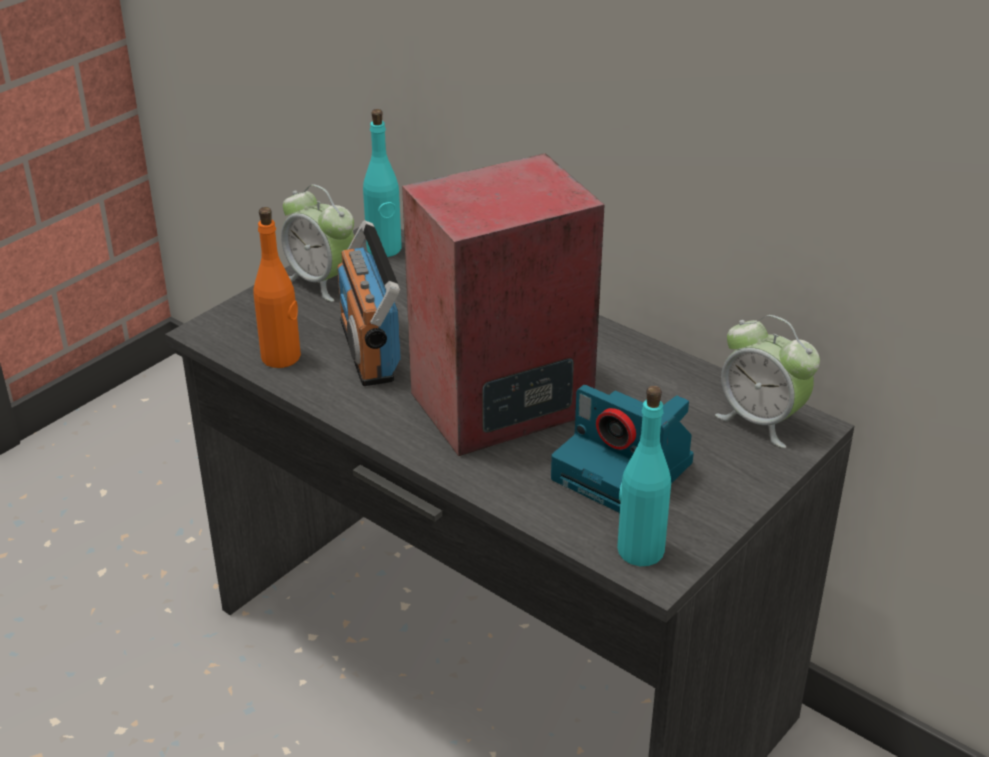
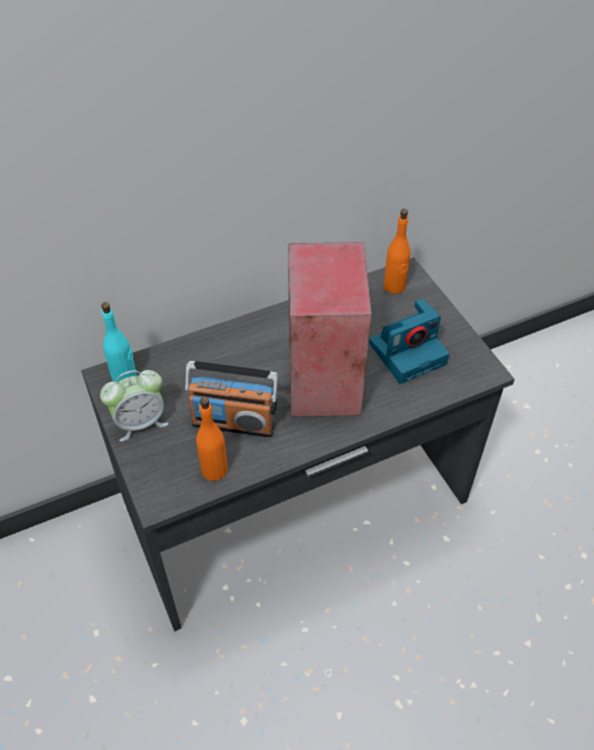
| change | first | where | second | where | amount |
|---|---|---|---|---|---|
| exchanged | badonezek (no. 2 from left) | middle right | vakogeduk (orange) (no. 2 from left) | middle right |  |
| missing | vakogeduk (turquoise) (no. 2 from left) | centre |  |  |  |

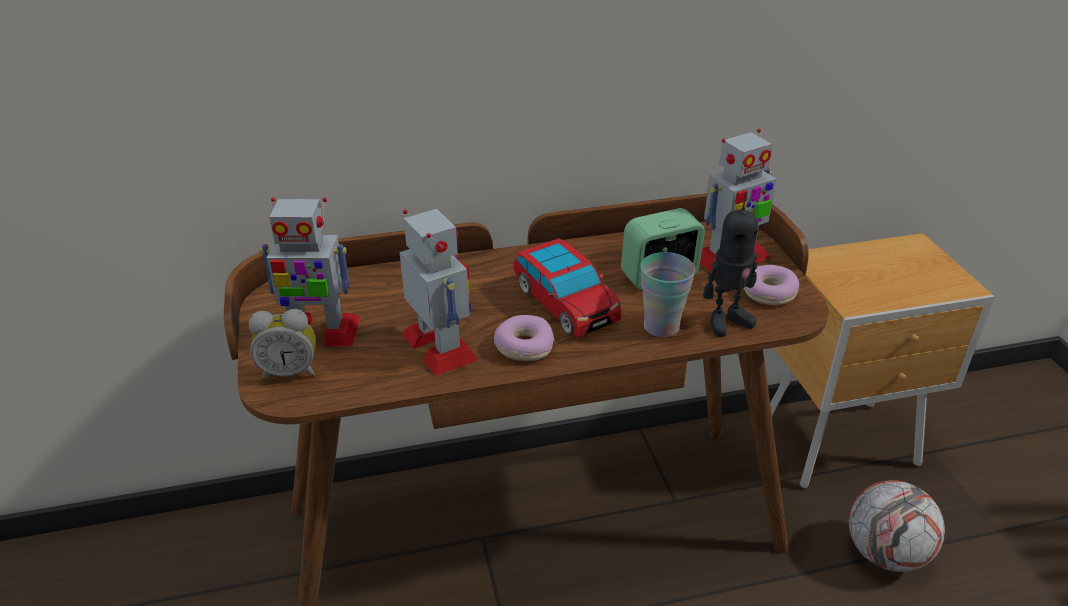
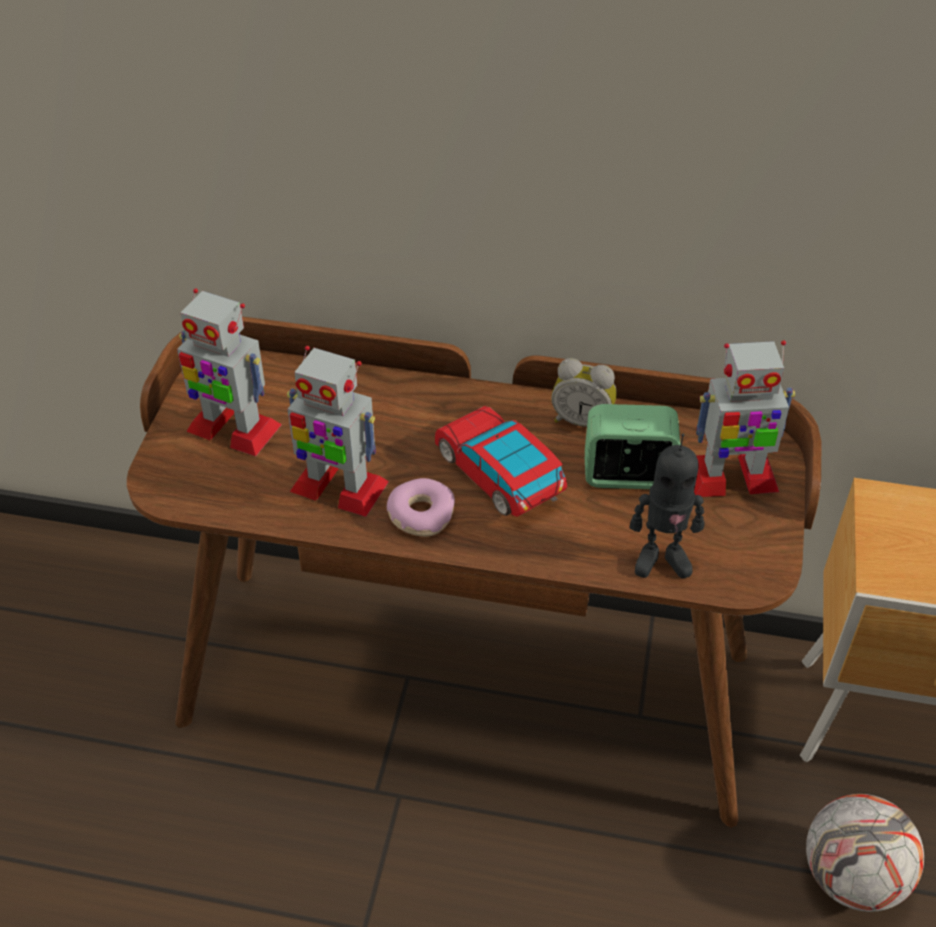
| change | first | where | second | where | amount |
|---|---|---|---|---|---|
| spun | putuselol (no. 2 from left) | centre |  | centre | 120 degrees clockwise |
| spun | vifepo | centre |  | centre | 150 degrees clockwise |
| relocated | badonezek (no. 1 from left) | middle left |  | centre |  |
| missing | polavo | centre |  |  |  |
| missing | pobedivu (no. 2 from left) | middle right |  |  |  |

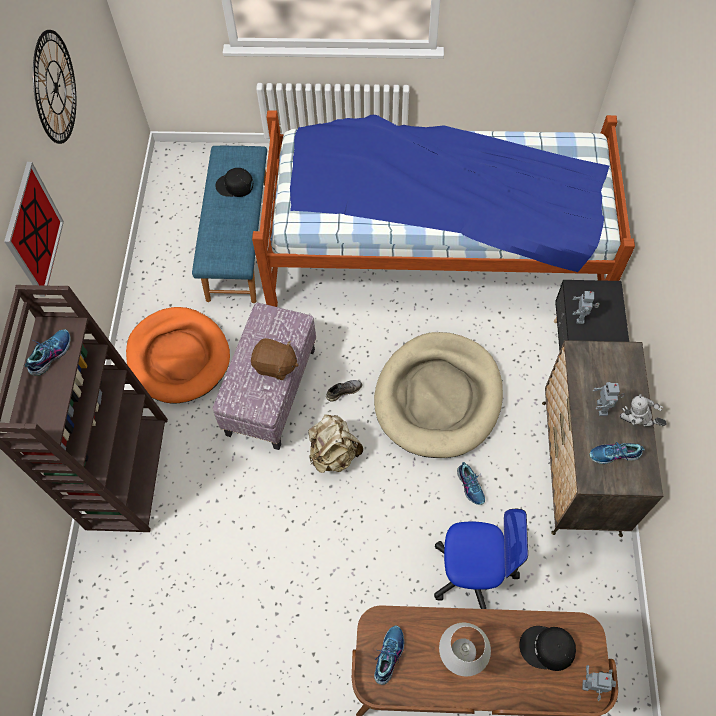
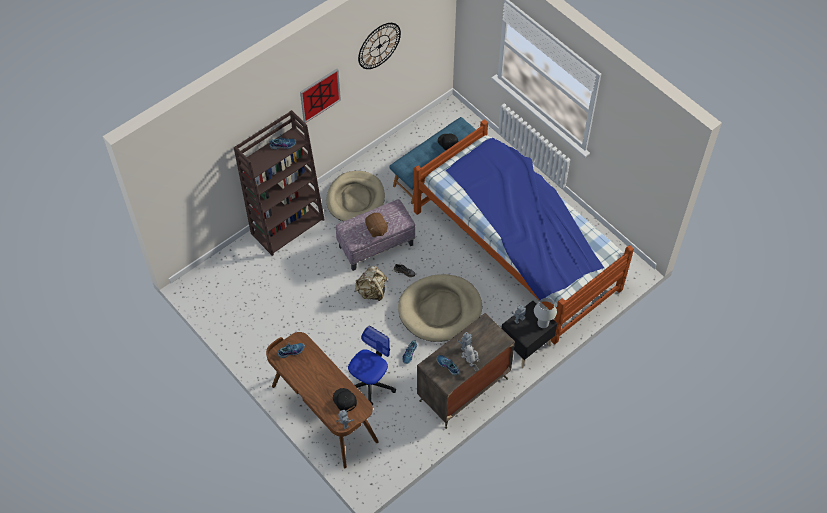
| change | first | where | second | where | amount |
|---|---|---|---|---|---|
| colour | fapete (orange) | middle left | fapete (beige) (no. 1 from left) | centre |  |
| spun | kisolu | bottom right |  | bottom centre | 105 degrees counterclockwise |
| relocated | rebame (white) | bottom centre |  | centre |  |

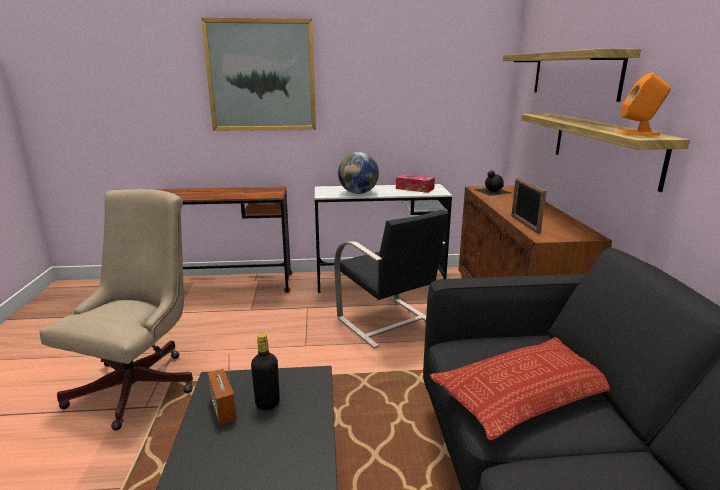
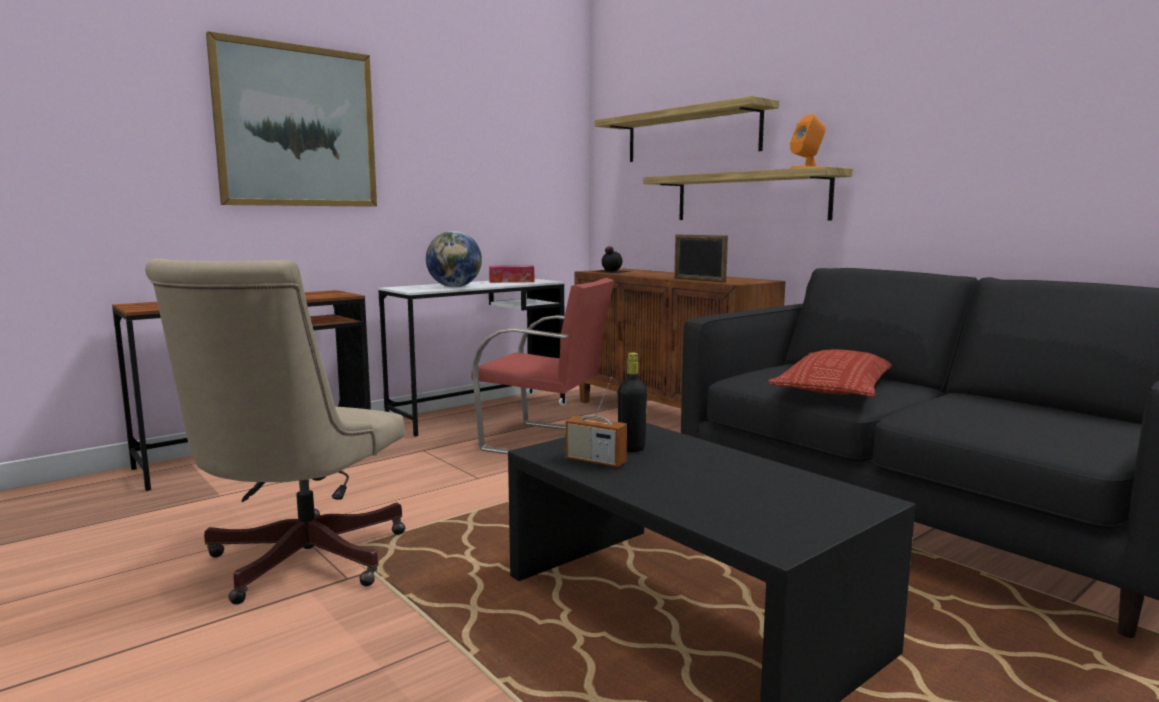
| change | first | where | second | where | amount |
|---|---|---|---|---|---|
| spun | kisolu (beige) | middle left |  | middle left | 150 degrees counterclockwise |
| colour | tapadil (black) | centre | tapadil (red) | centre |  |

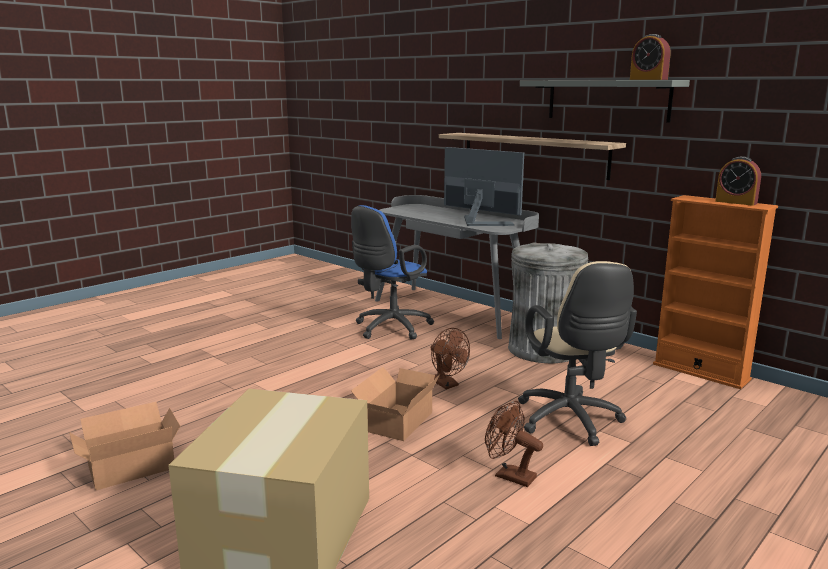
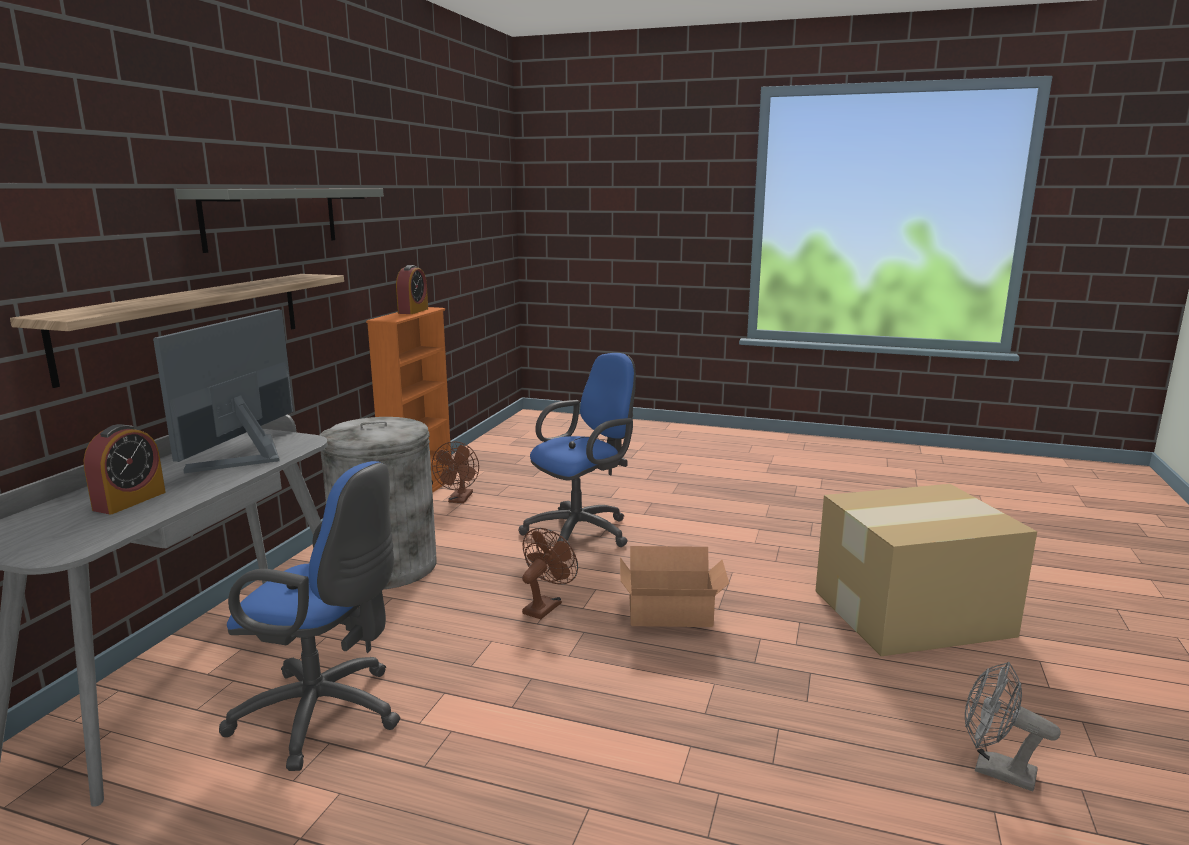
| change | first | where | second | where | amount |
|---|---|---|---|---|---|
| relocated | badonezek (no. 1 from left) | top right |  | middle left |  |
| relocated | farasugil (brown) (no. 2 from left in the first image) | bottom centre | farasugil (brown) (no. 1 from left) | centre |  |
| colour | kisolu (beige) | middle right | kisolu (blue) (no. 2 from left) | centre |  |
| exchanged | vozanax (no. 1 from left) | bottom left | farasugil (grey) | bottom right |  |

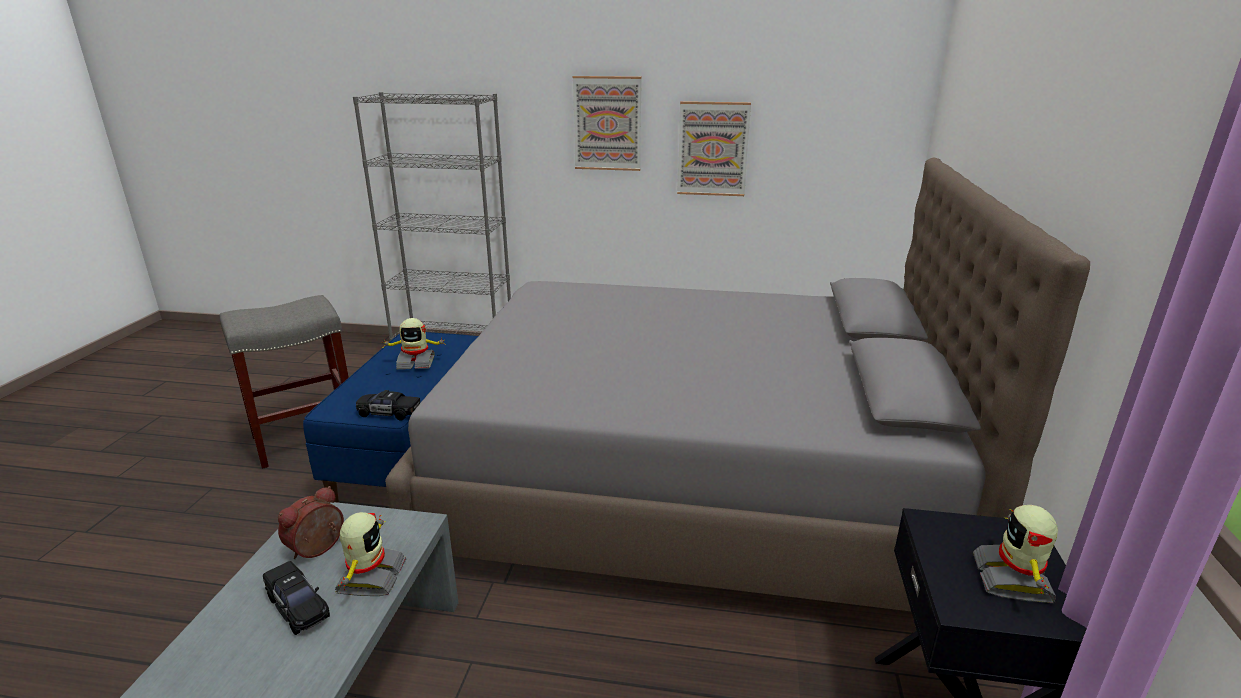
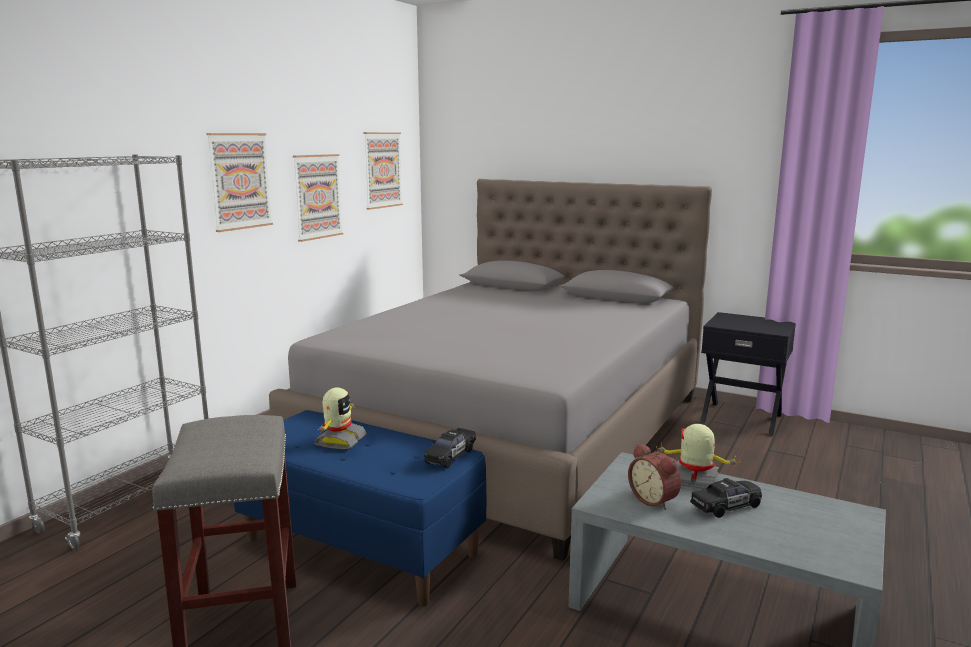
| change | first | where | second | where | amount |
|---|---|---|---|---|---|
| appeared |  |  | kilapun (no. 3 from left) | top centre |  |
| missing | putuselol (no. 3 from left) | bottom right |  |  |  |

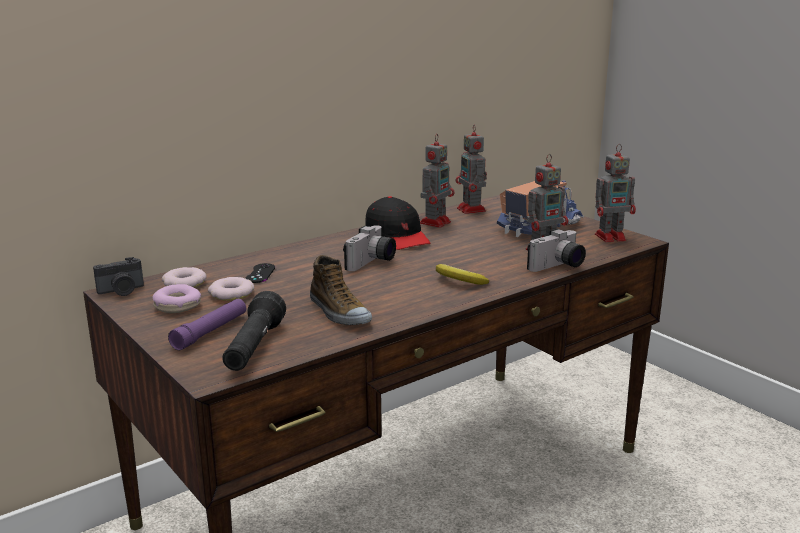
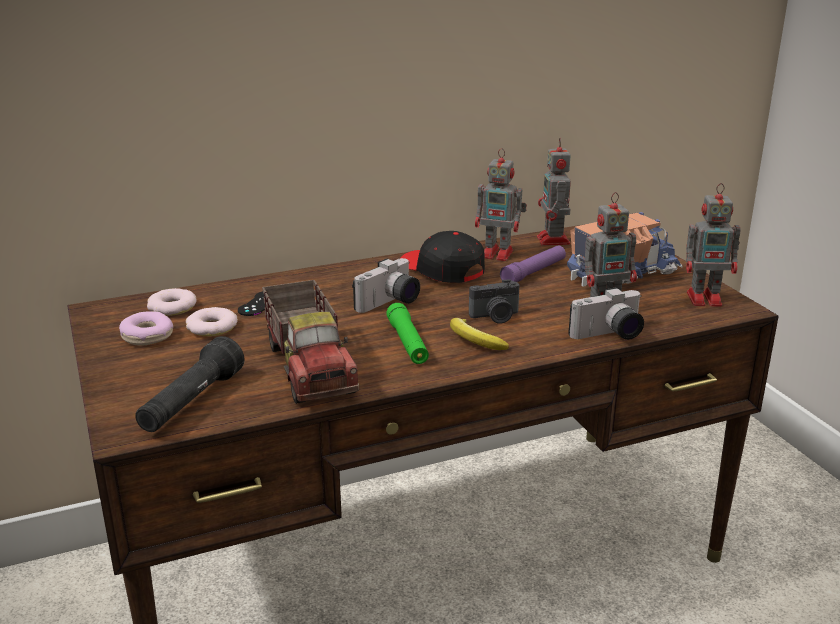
| change | first | where | second | where | amount |
|---|---|---|---|---|---|
| exchanged | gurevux | centre | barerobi (no. 1 from left) | centre |  |
| appeared |  |  | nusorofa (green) | centre |  |
| spun | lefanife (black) | centre |  | centre | 150 degrees clockwise |
| relocated | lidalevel (no. 1 from left in the first image) | middle left | lidalevel (no. 2 from left) | centre |  |
| spun | putuselol (no. 1 from left) | centre |  | top centre | 60 degrees clockwise |
| relocated | nusorofa (purple) | middle left |  | centre |  |

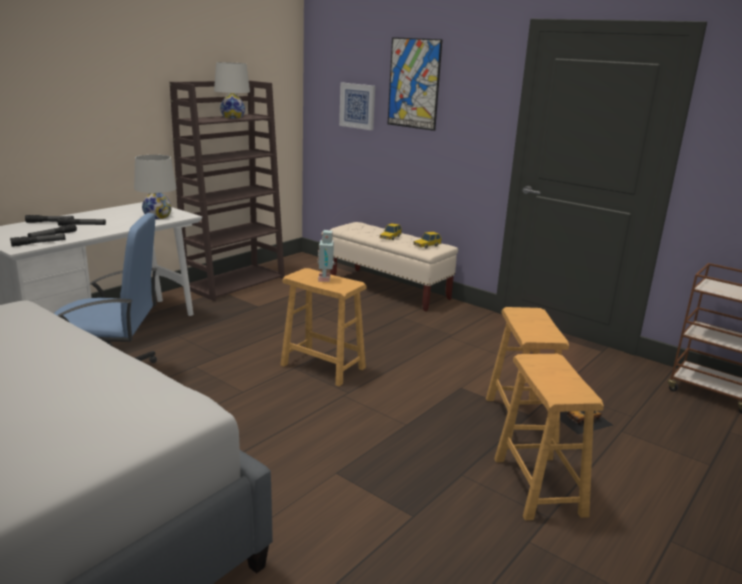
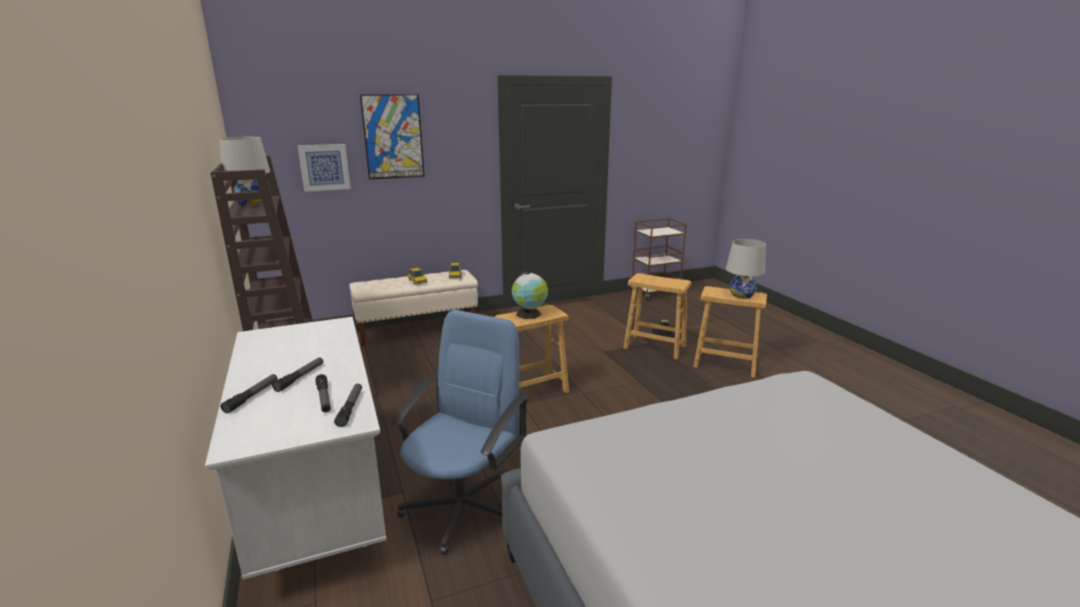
| change | first | where | second | where | amount |
|---|---|---|---|---|---|
| exchanged | putuselol | centre | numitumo | centre |  |
| relocated | rebame (white) (no. 1 from left in the first image) | top left | rebame (white) (no. 2 from left) | middle right |  |

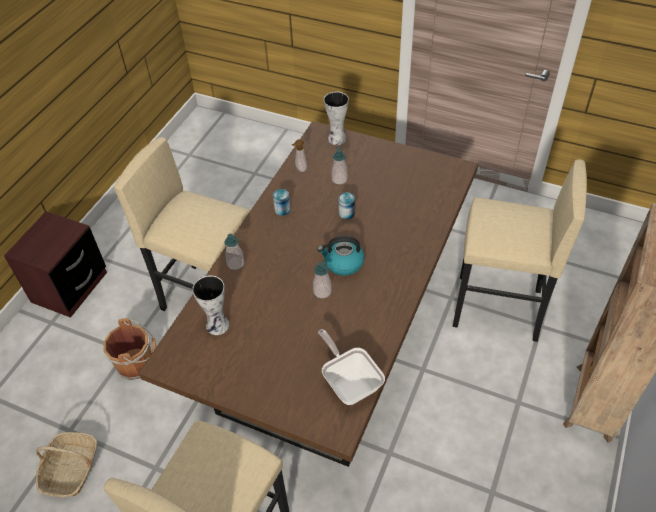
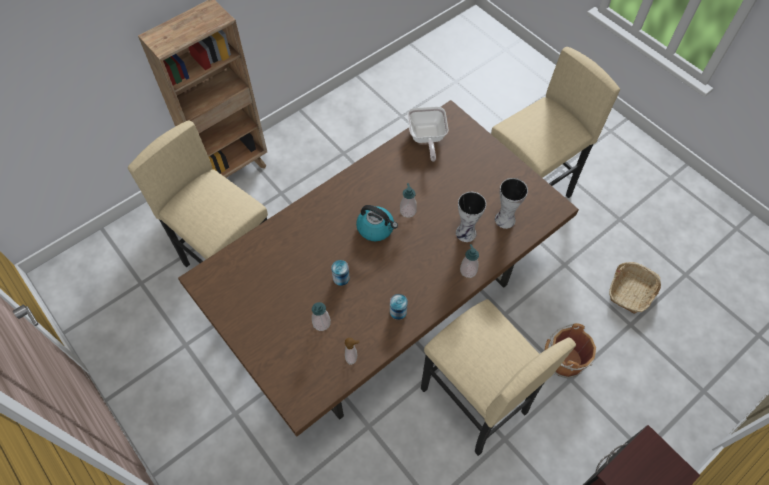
| change | first | where | second | where | amount |
|---|---|---|---|---|---|
| relocated | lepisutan (no. 2 from left in the first image) | top centre | lepisutan (no. 1 from left) | centre |  |

